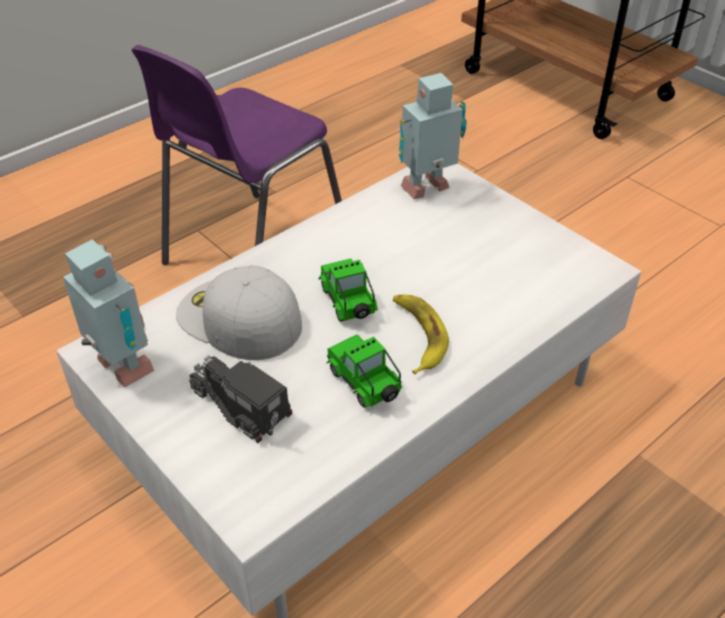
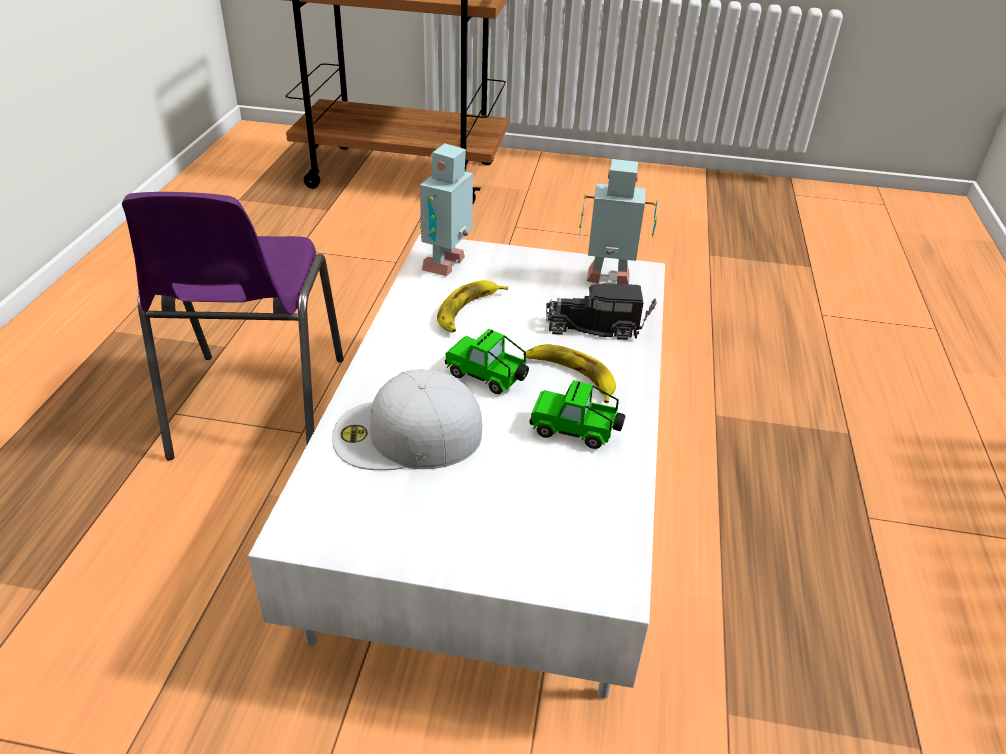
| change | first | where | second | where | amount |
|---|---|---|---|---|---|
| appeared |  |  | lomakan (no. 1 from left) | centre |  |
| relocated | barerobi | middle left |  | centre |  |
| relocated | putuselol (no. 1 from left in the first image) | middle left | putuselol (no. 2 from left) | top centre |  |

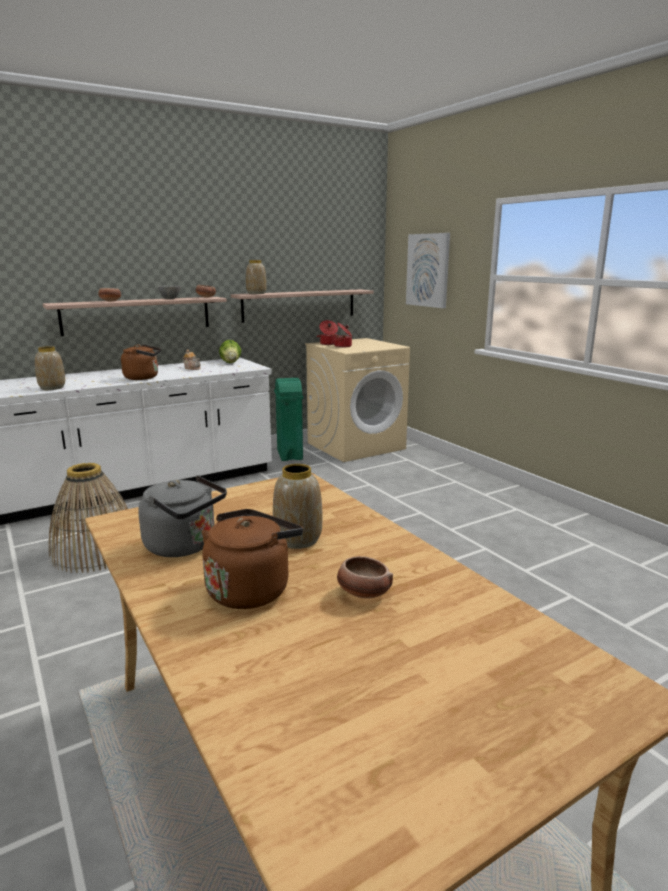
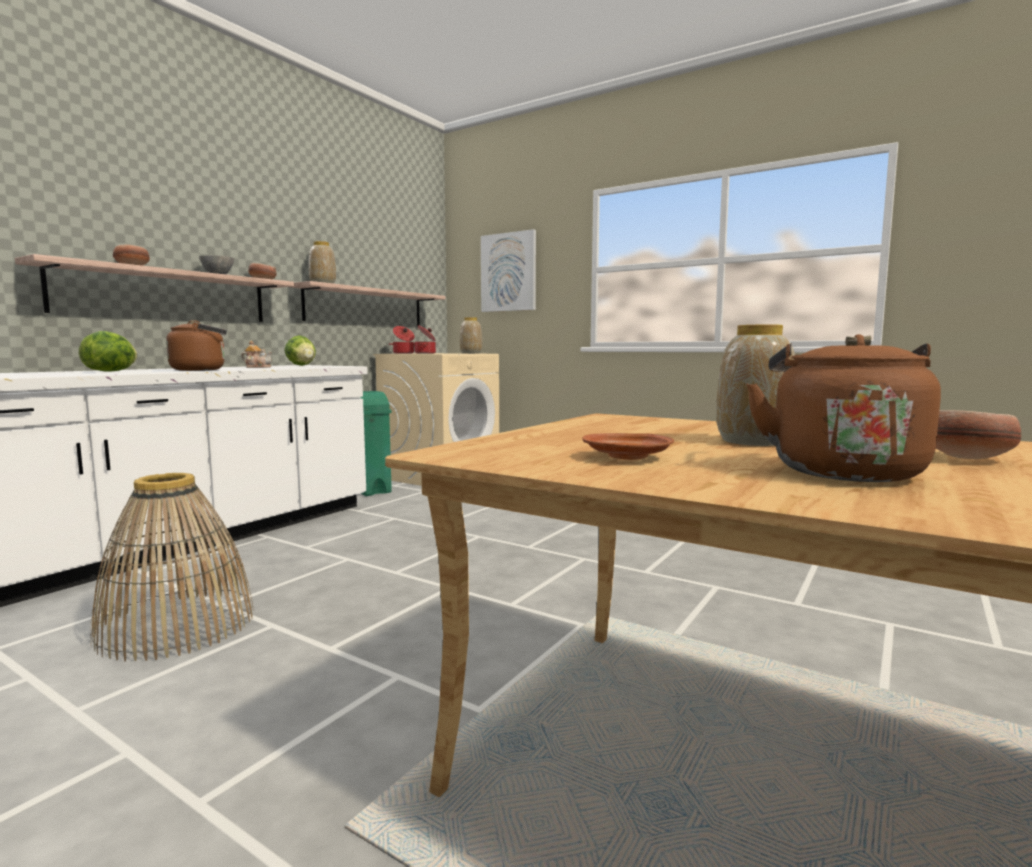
| change | first | where | second | where | amount |
|---|---|---|---|---|---|
| appeared |  |  | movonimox (no. 1 from left) | middle left |  |
| relocated | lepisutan (no. 1 from left in the first image) | middle left | lepisutan (no. 2 from left) | centre |  |
| exchanged | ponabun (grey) | middle left | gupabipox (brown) | centre |  |

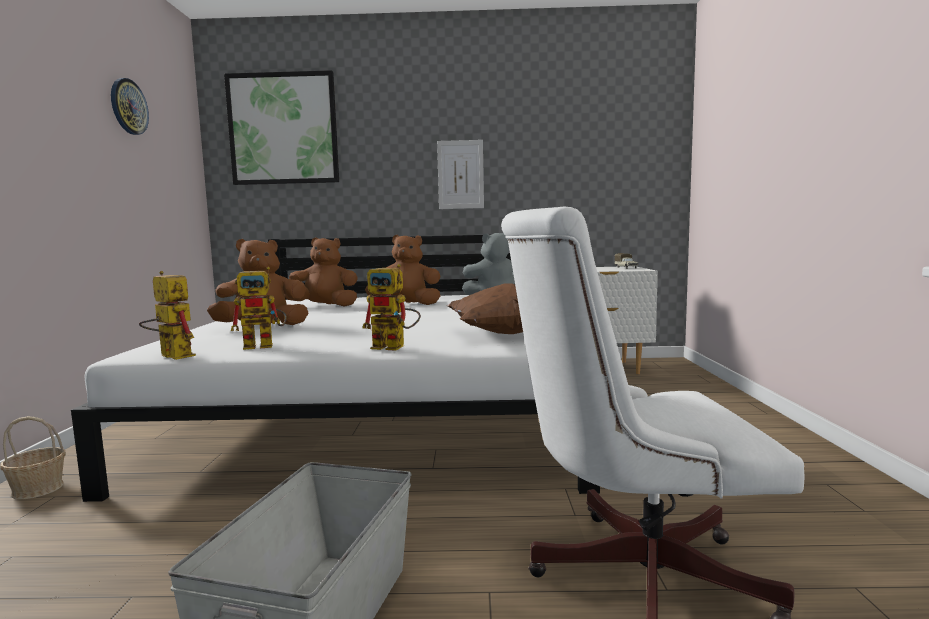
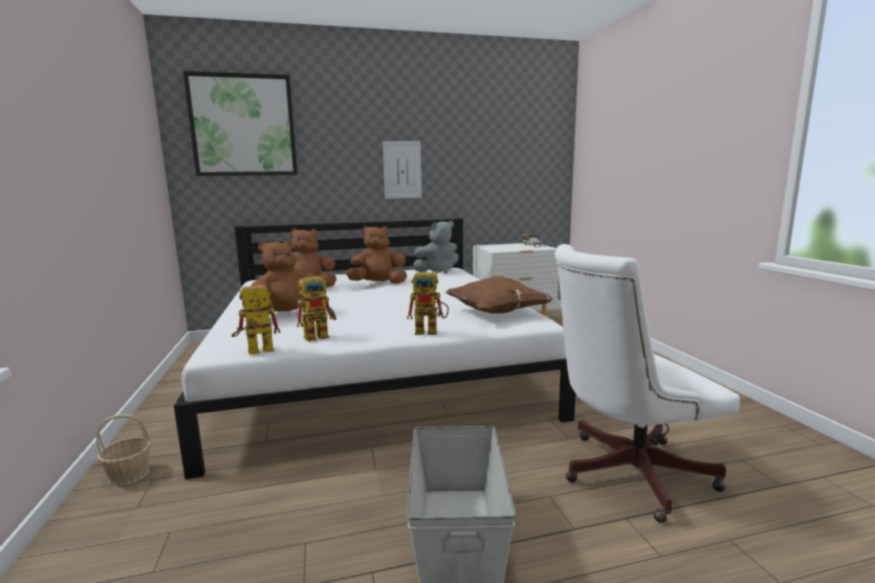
| change | first | where | second | where | amount |
|---|---|---|---|---|---|
| spun | putuselol (no. 1 from left) | middle left |  | middle left | 45 degrees counterclockwise |
| missing | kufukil | top left |  |  |  |

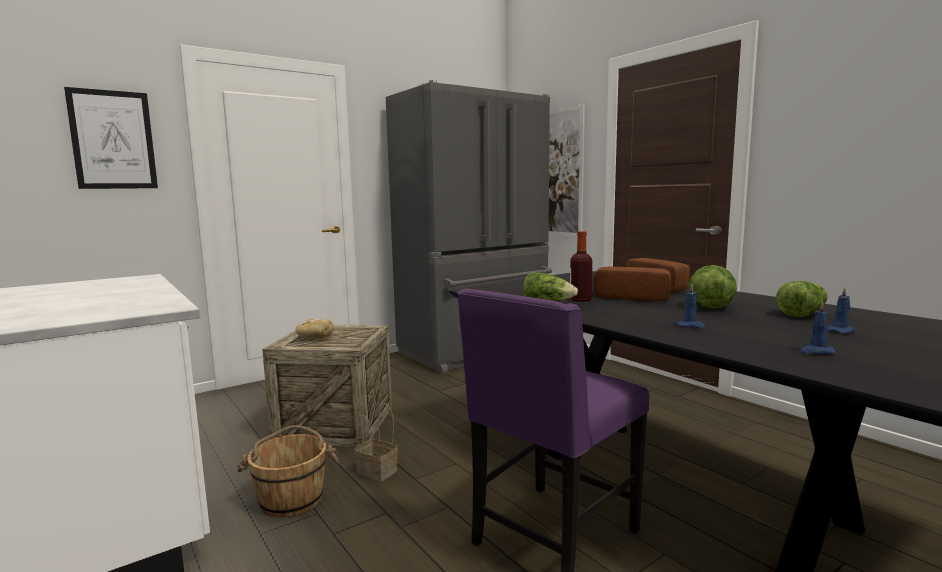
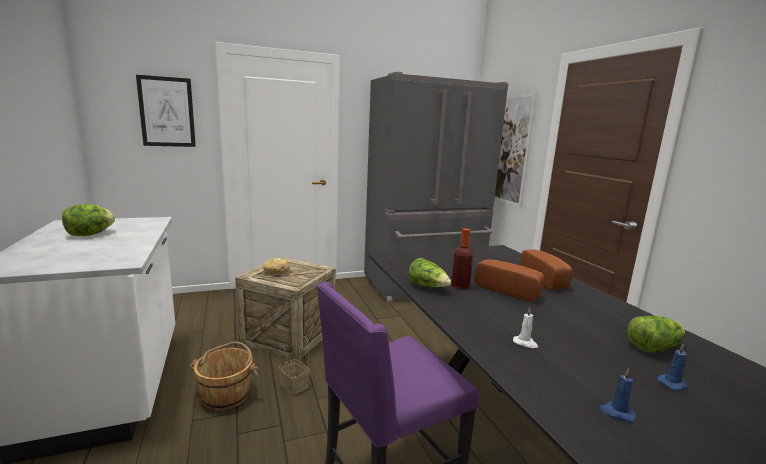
| change | first | where | second | where | amount |
|---|---|---|---|---|---|
| relocated | movonimox (no. 2 from left in the first image) | middle right | movonimox (no. 1 from left) | middle left |  |
| colour | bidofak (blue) (no. 1 from left) | middle right | bidofak (white) | bottom right |  |

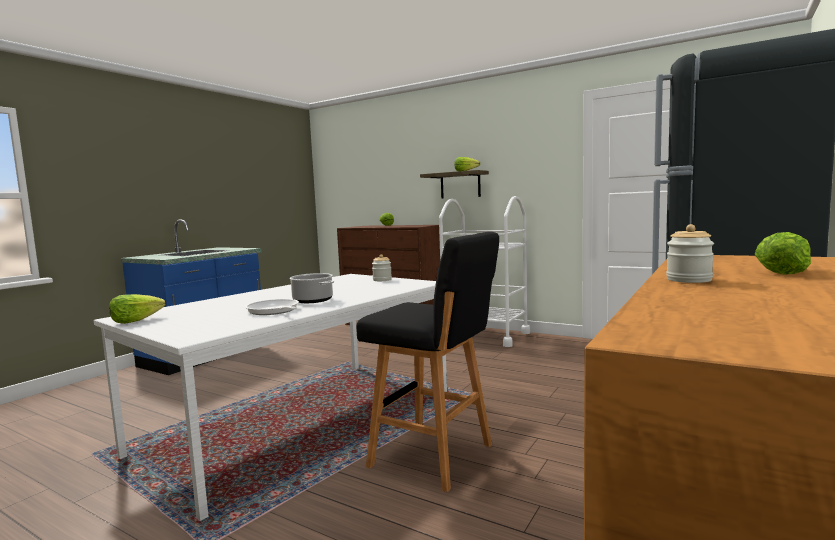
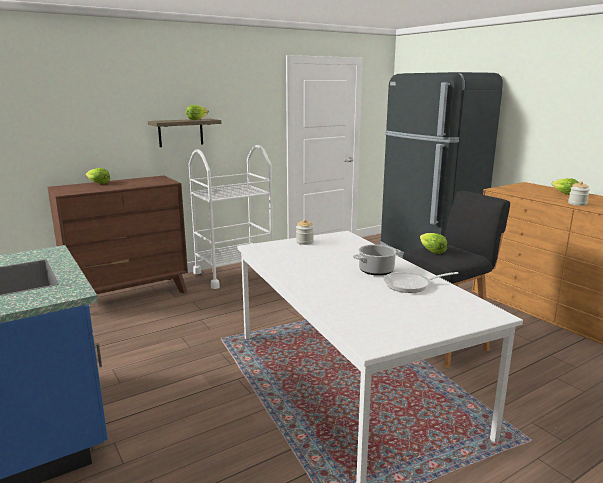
| change | first | where | second | where | amount |
|---|---|---|---|---|---|
| relocated | movonimox (no. 1 from left in the first image) | middle left | movonimox (no. 3 from left) | middle right |  |

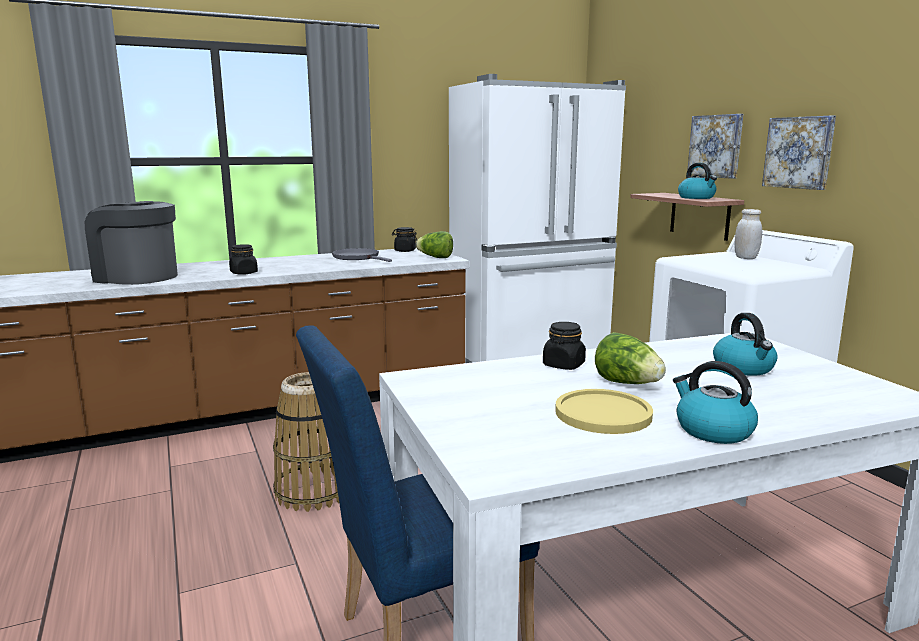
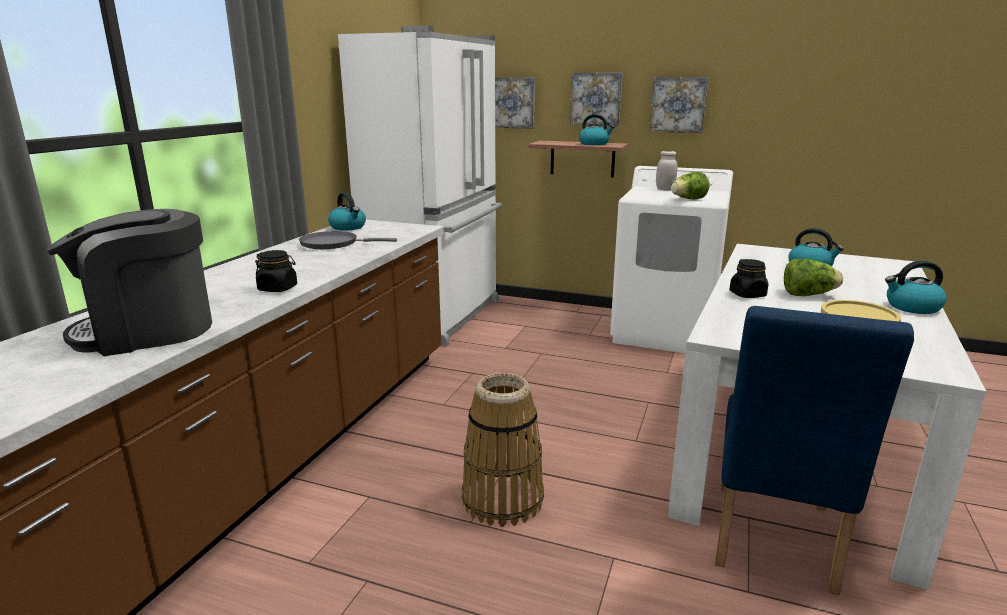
| change | first | where | second | where | amount |
|---|---|---|---|---|---|
| exchanged | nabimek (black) (no. 2 from left) | centre | ponabun (no. 1 from left) | centre |  |
| appeared |  |  | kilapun (no. 1 from left) | top centre |  |
| relocated | movonimox (no. 1 from left) | centre |  | top right |  |

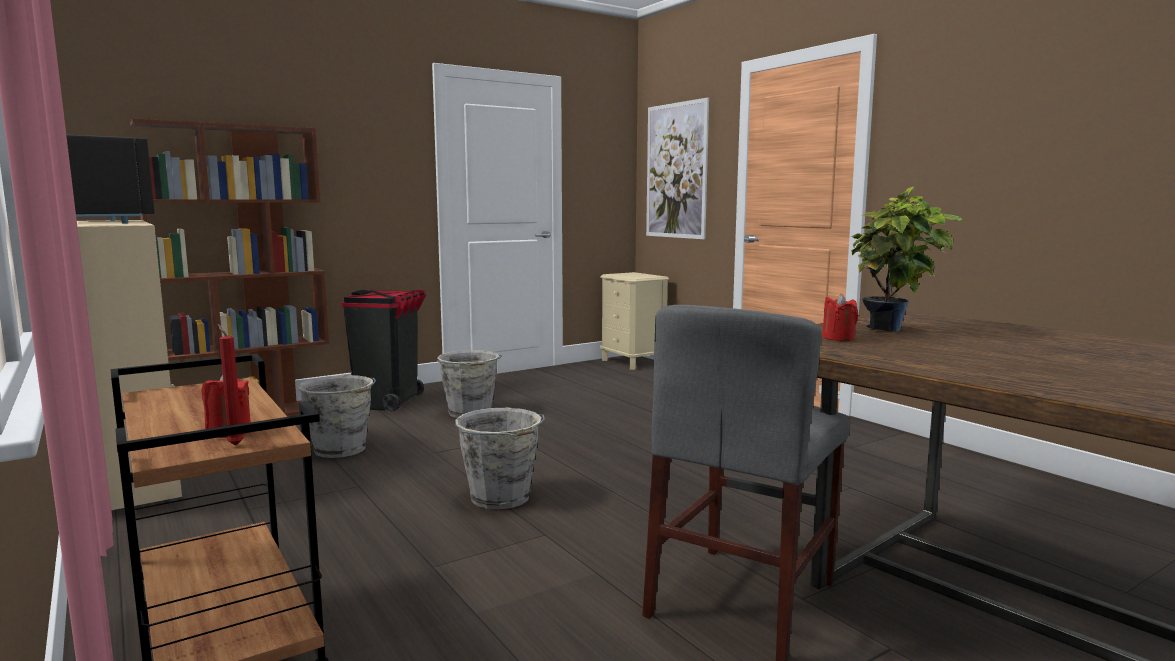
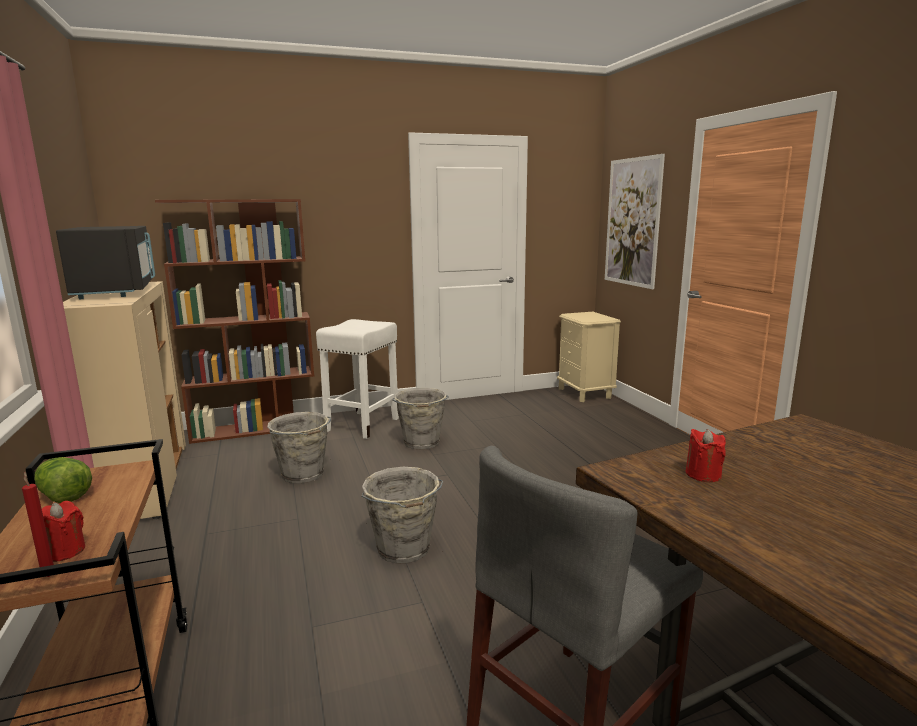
| change | first | where | second | where | amount |
|---|---|---|---|---|---|
| appeared |  |  | movonimox | middle left |  |
| exchanged | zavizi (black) | middle left | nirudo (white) | centre |  |
| missing | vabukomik | middle right |  |  |  |

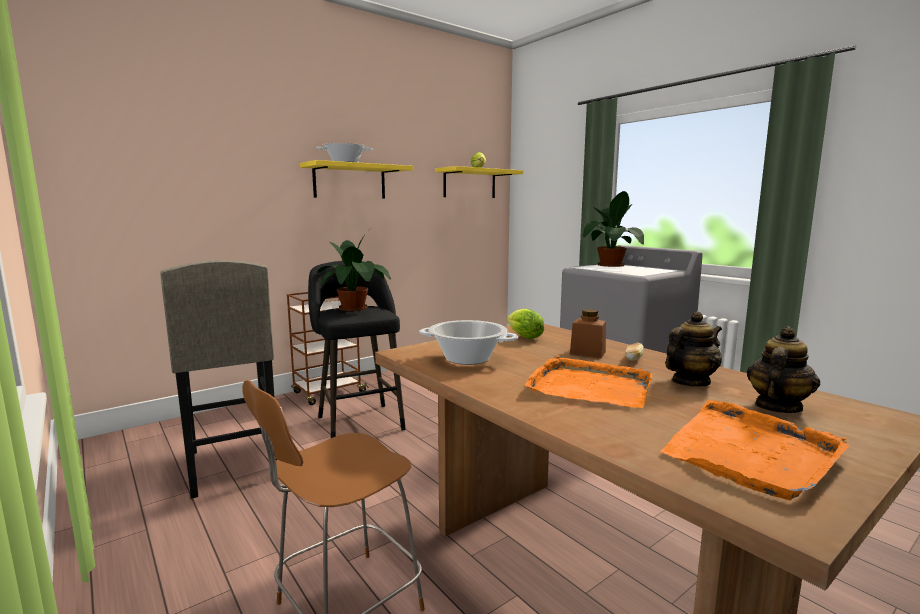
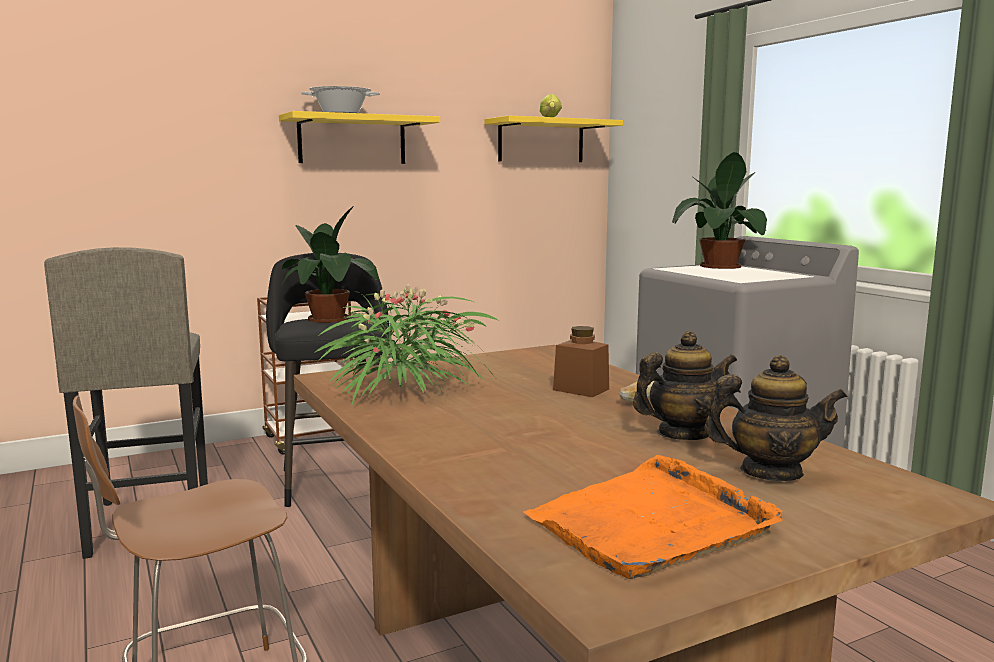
| change | first | where | second | where | amount |
|---|---|---|---|---|---|
| exchanged | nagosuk (no. 2 from left) | centre | vabukomik (no. 2 from left) | centre |  |
| spun | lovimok (no. 2 from left) | middle right |  | middle right | 45 degrees clockwise |
| missing | movonimox (no. 2 from left) | centre |  |  |  |
| missing | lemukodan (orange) (no. 1 from left) | centre |  |  |  |

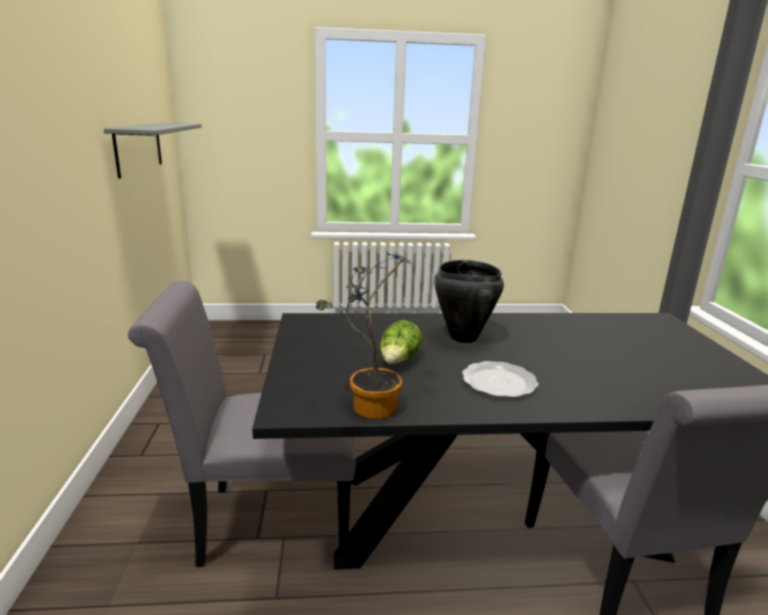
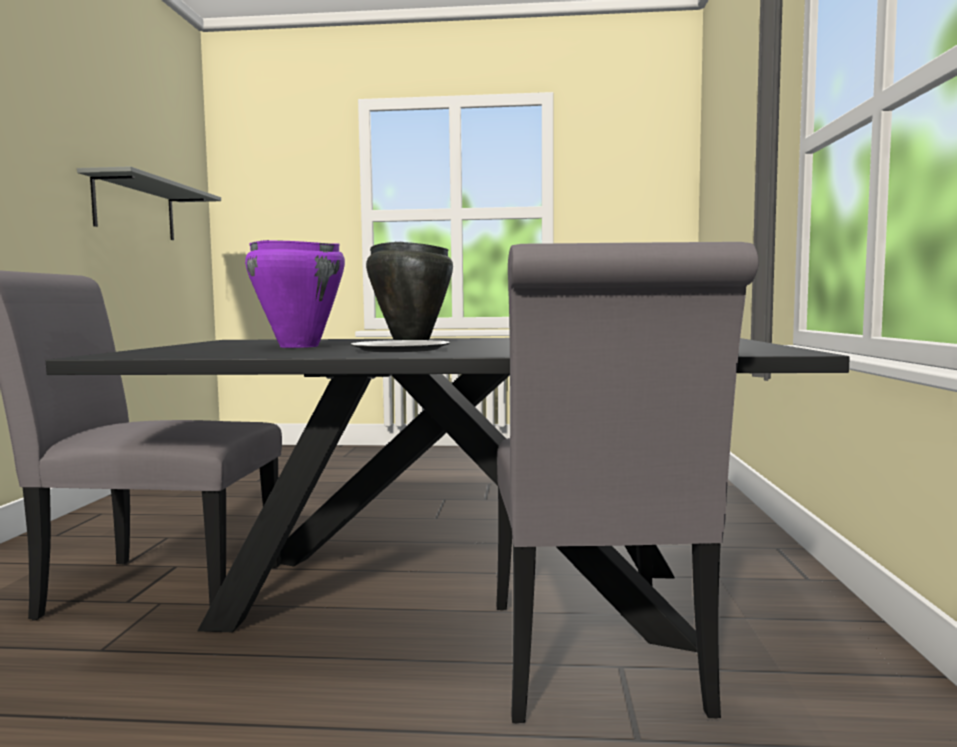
| change | first | where | second | where | amount |
|---|---|---|---|---|---|
| exchanged | movonimox | centre | nagosuk (purple) | middle left |  |
| missing | vabukomik | centre |  |  |  |

